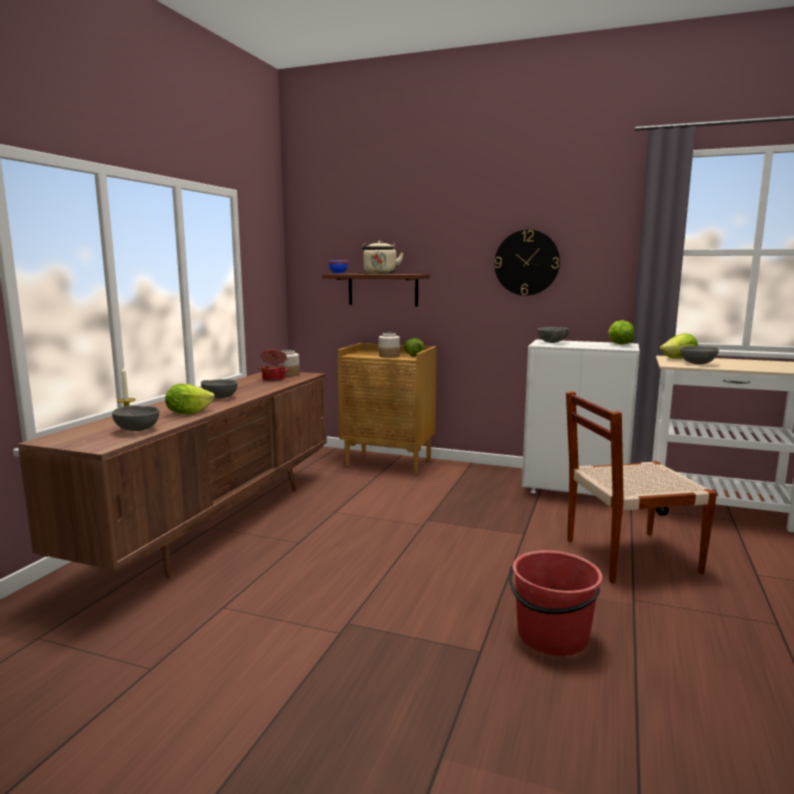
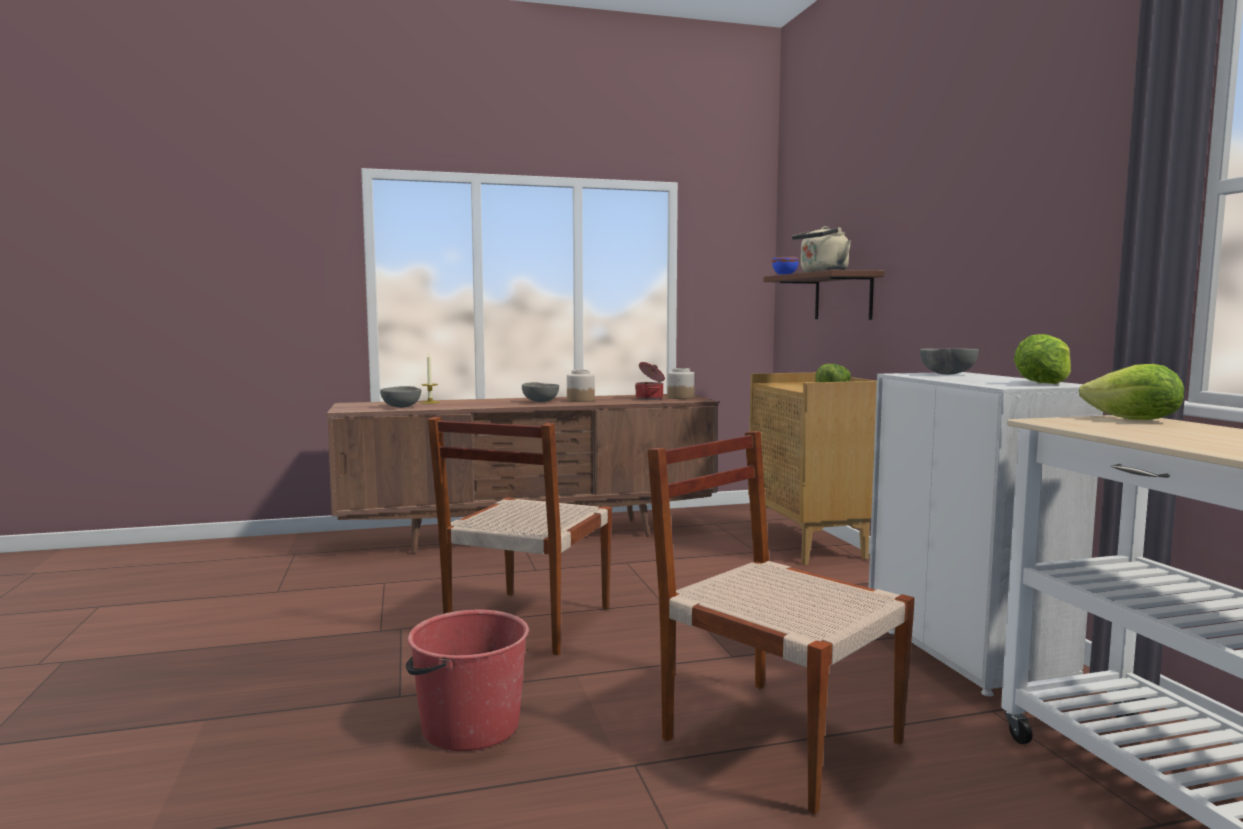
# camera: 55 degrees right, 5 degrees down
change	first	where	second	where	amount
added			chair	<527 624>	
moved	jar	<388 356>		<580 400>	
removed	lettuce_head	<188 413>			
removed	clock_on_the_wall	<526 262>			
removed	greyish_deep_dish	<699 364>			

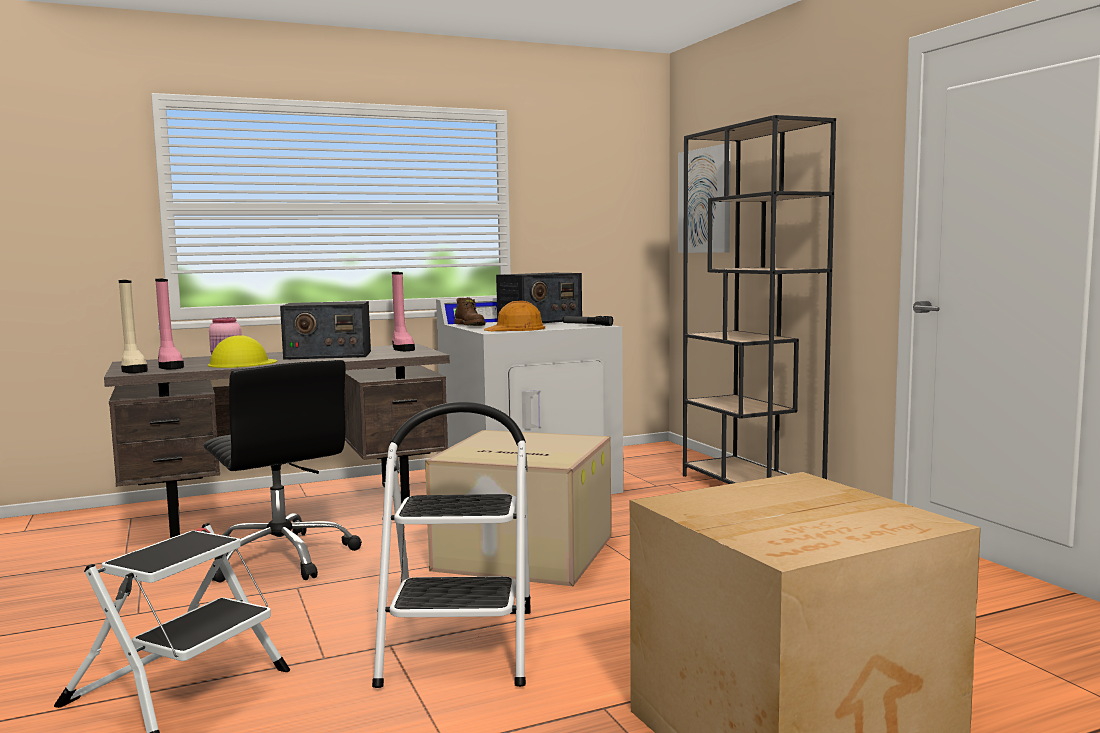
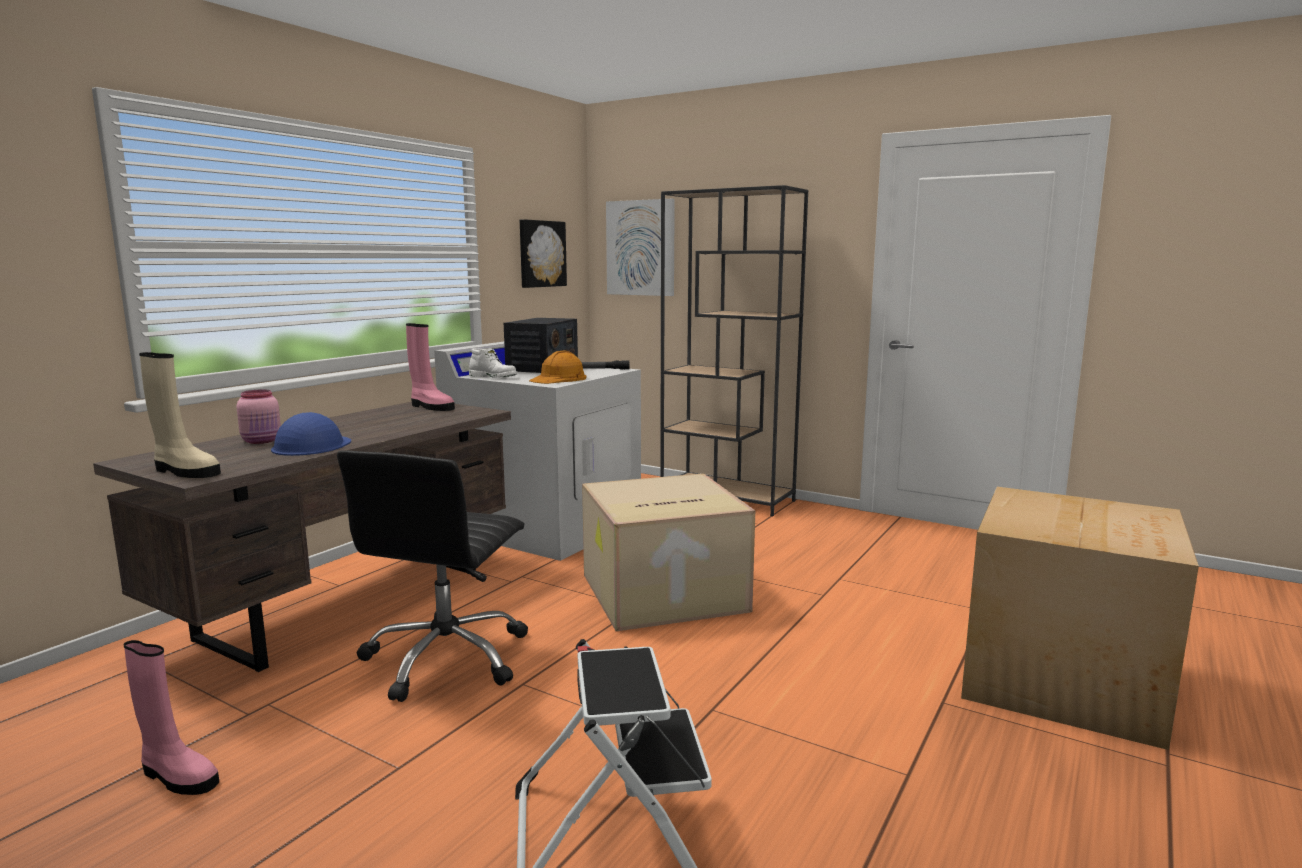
# camera: 35 degrees left, 5 degrees up
change	first	where	second	where	amount
moved	pink_boot	<169 366>		<177 777>	
recoloured	yellow-coloured_hard_hat	<242 363>	bluish_hard_hat	<311 446>	
turned	blackish_desk_chair	<282 558>		<446 658>	90 degrees clockwise
recoloured	brown_boot	<470 325>	whitish_boot	<494 377>	
added			picture	<541 254>	
removed	radio	<327 355>			
removed	step_stool	<461 644>			

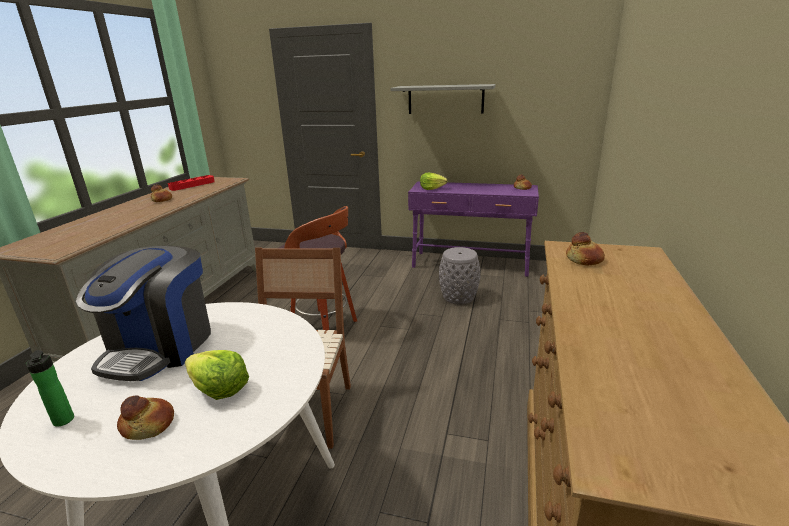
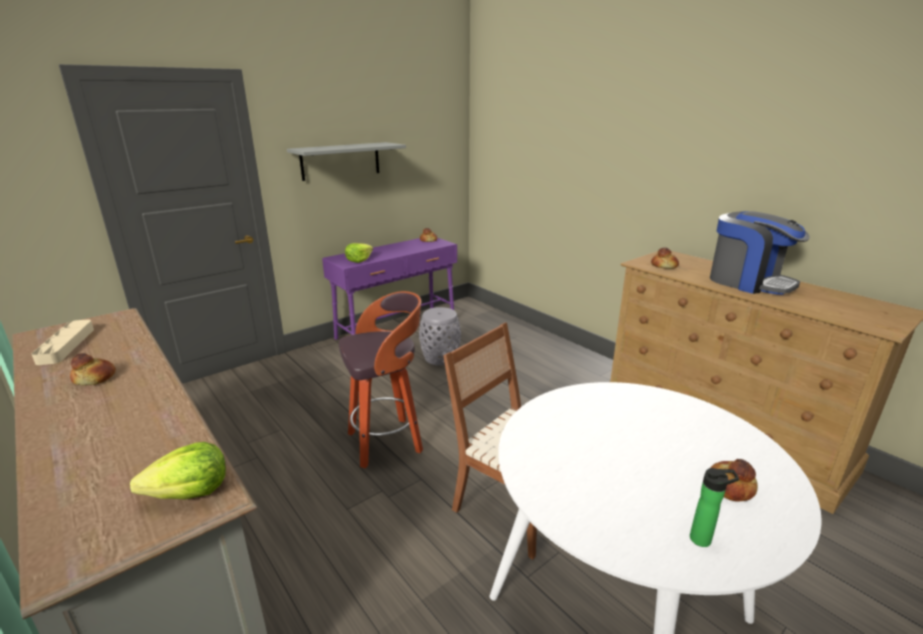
# camera: 55 degrees left, 0 degrees up
change	first	where	second	where	amount
recoloured	red-coloured_carrying_tray	<192 185>	beige-coloured_carrying_tray	<66 345>	
moved	lettuce_head	<219 389>		<190 492>	
moved	coffee_maker	<160 347>		<748 282>	

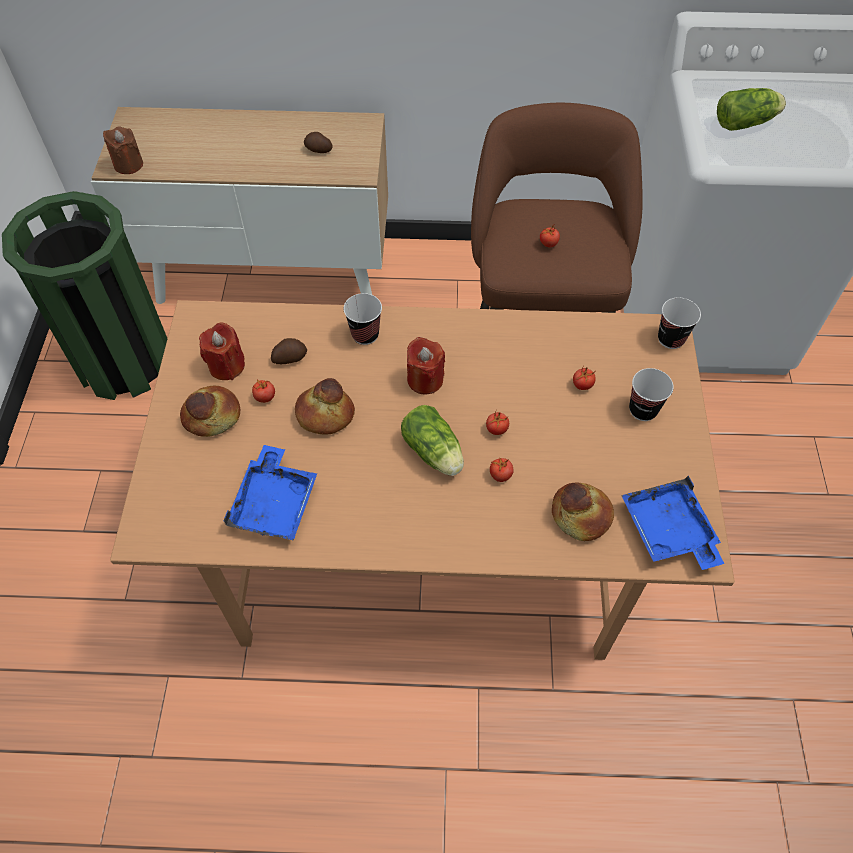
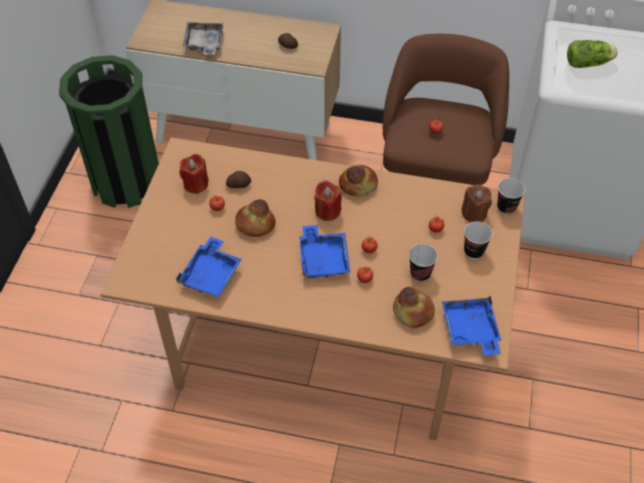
# camera: 10 degrees right, 5 degrees down
change	first	where	second	where	amount
added			greyish_carrying_tray	<204 44>	
replaced	lettuce_head	<434 453>	bluish_carrying_tray	<323 259>	
moved	bread	<212 417>		<358 185>	
moved	cup	<365 335>		<420 273>	
moved	brown_wax_light	<128 165>		<474 213>	

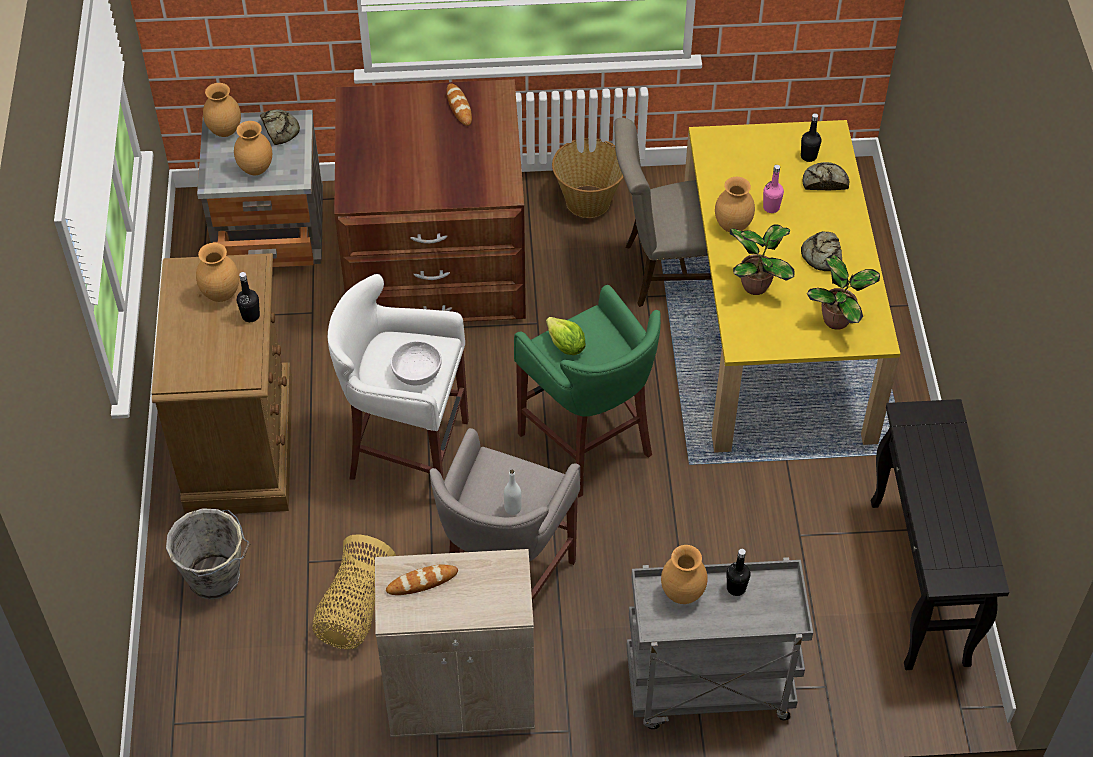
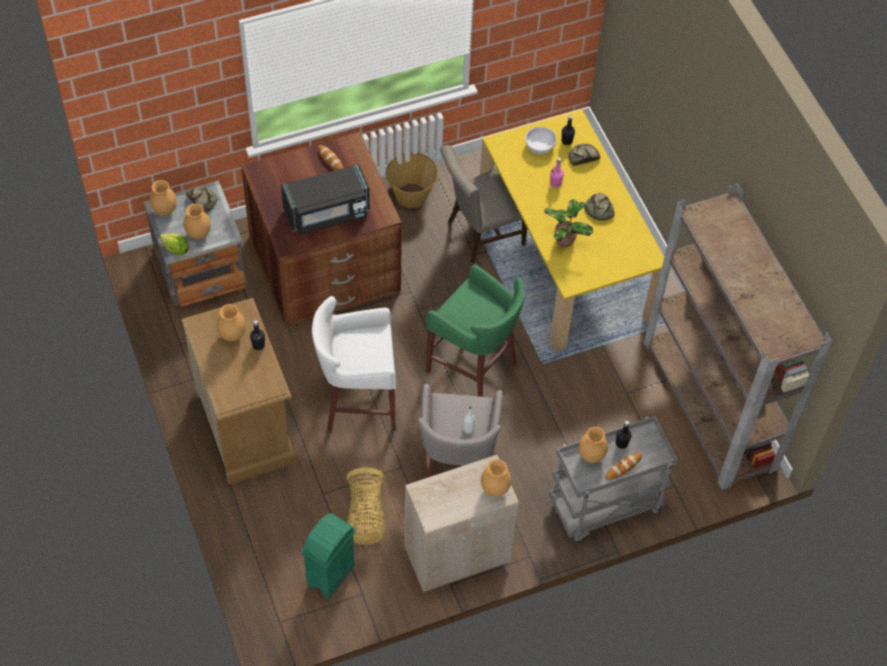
# camera: 20 degrees left, 5 degrees up
change	first	where	second	where	amount
moved	lettuce_head	<565 346>		<176 249>	
added			blackish_microwave	<327 212>	
added			green_trash_can	<330 576>	
moved	brown_flower_vase	<733 226>		<495 489>	
moved	whitish_deep_dish	<416 372>		<539 146>	
moved	bread	<422 582>		<623 467>	
replaced	blackish_hall_table	<919 583>	brown_bookcase	<709 405>	
removed	greyish_pail	<216 578>			
removed	houseplant	<838 320>			

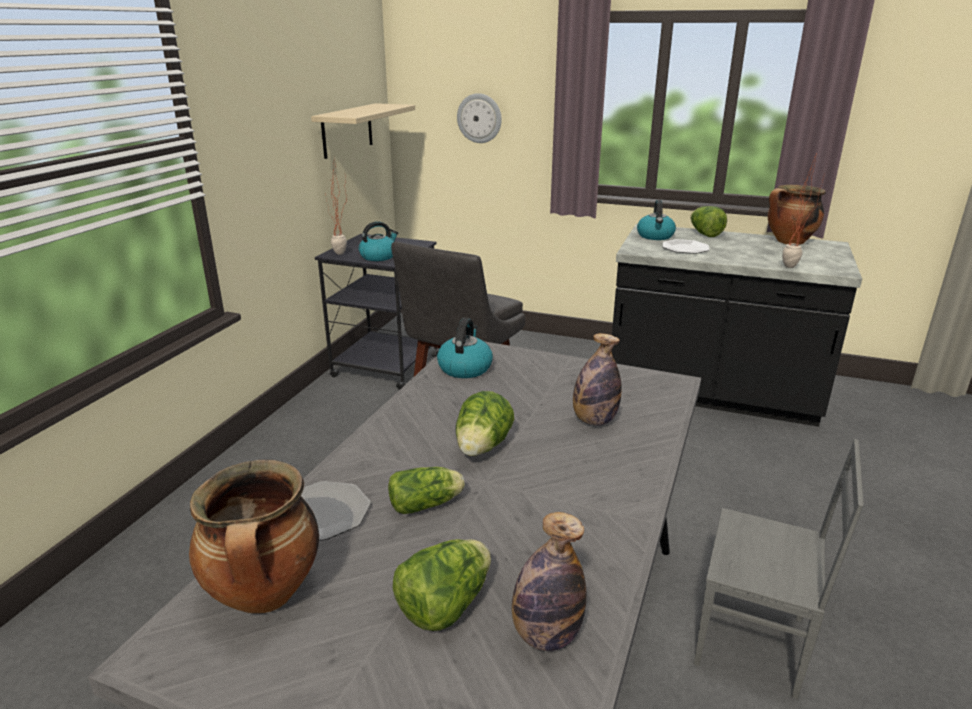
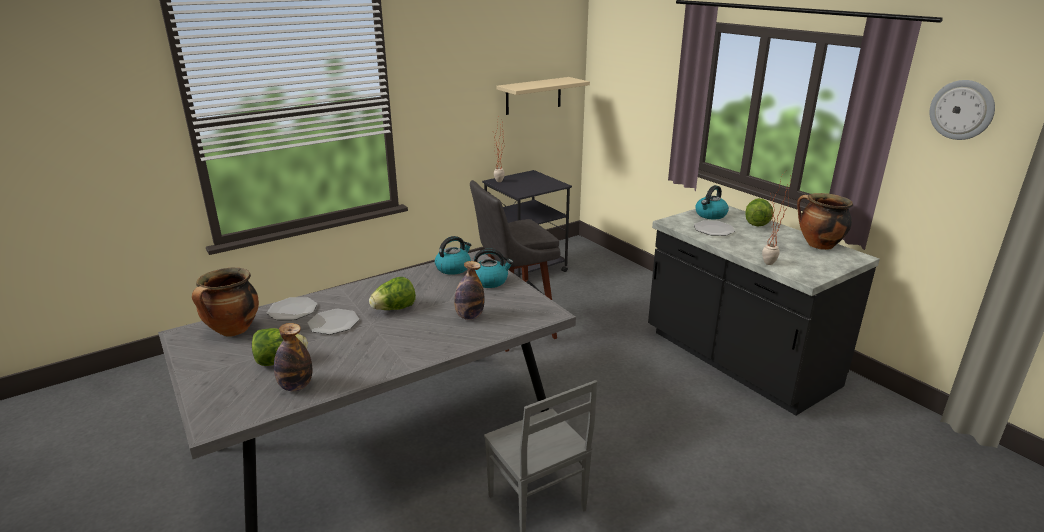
# camera: 35 degrees right, 0 degrees up
change	first	where	second	where	amount
replaced	lettuce_head	<428 504>	plate	<333 323>	
moved	water_kettle	<378 256>		<490 281>	
moved	clock_on_the_wall	<479 118>		<962 110>	

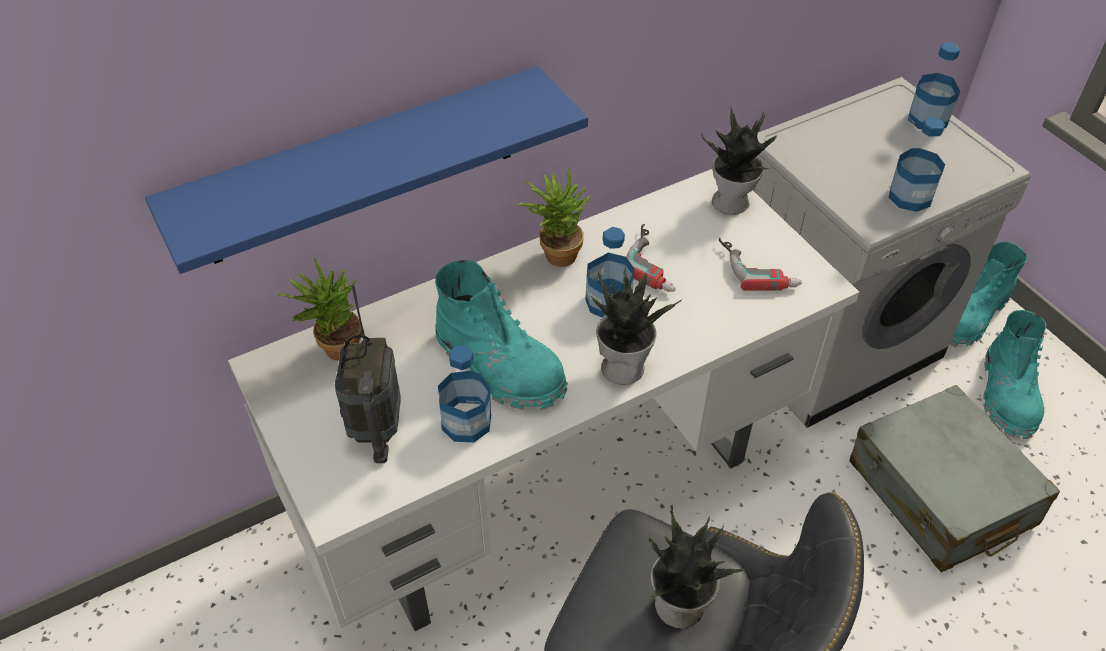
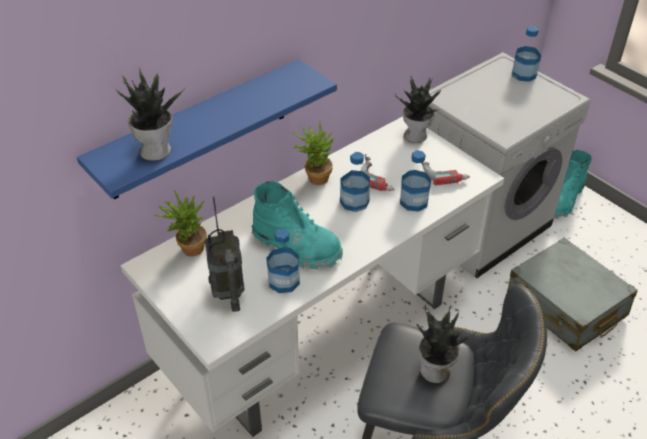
# camera: 10 degrees left, 5 degrees down
change	first	where	second	where	amount
moved	houseplant	<624 366>		<156 149>	
moved	bottle	<910 196>		<414 201>	
removed	blue-green_boot	<1007 395>			

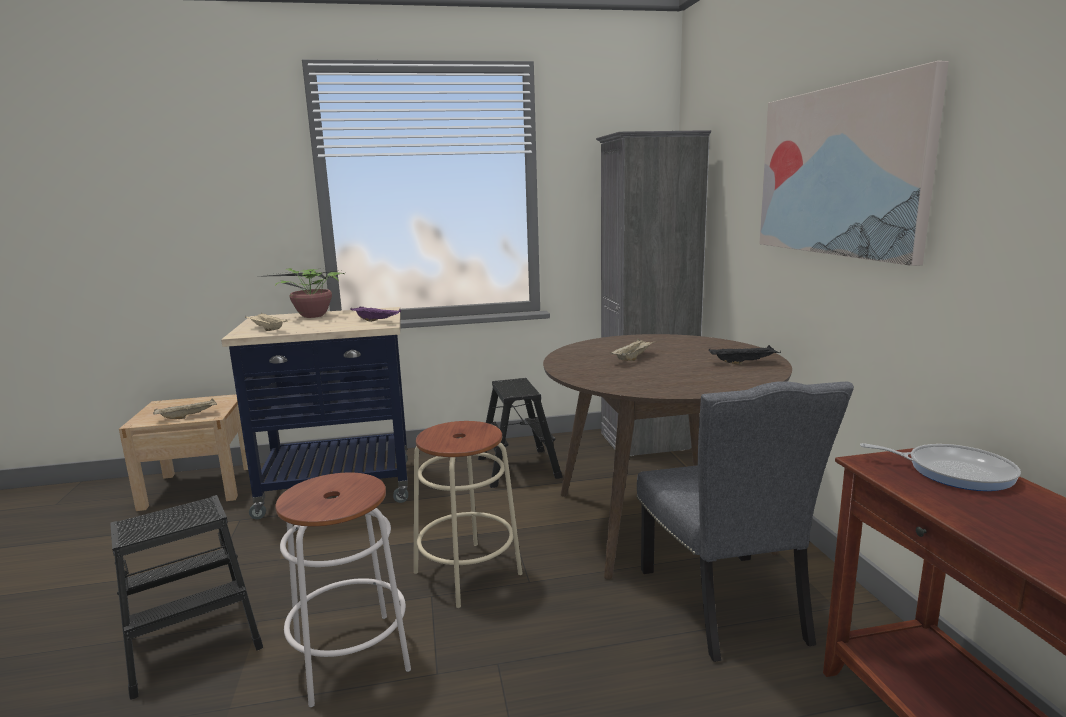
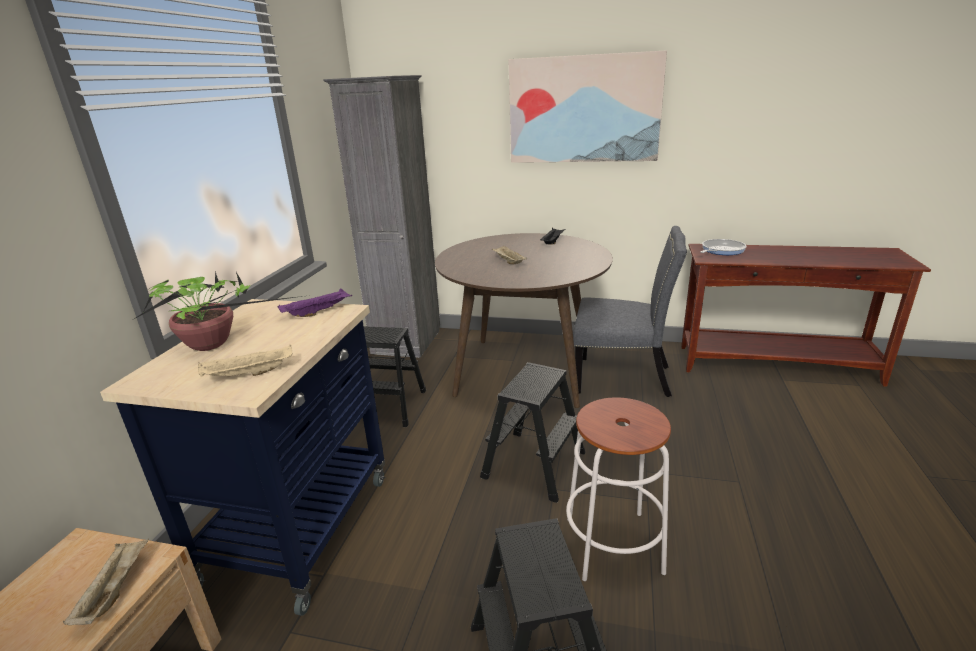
# camera: 65 degrees left, 10 degrees up
change	first	where	second	where	amount
replaced	beige-coloured_sitting_stool	<467 573>	blackish_step_stool	<533 464>	

